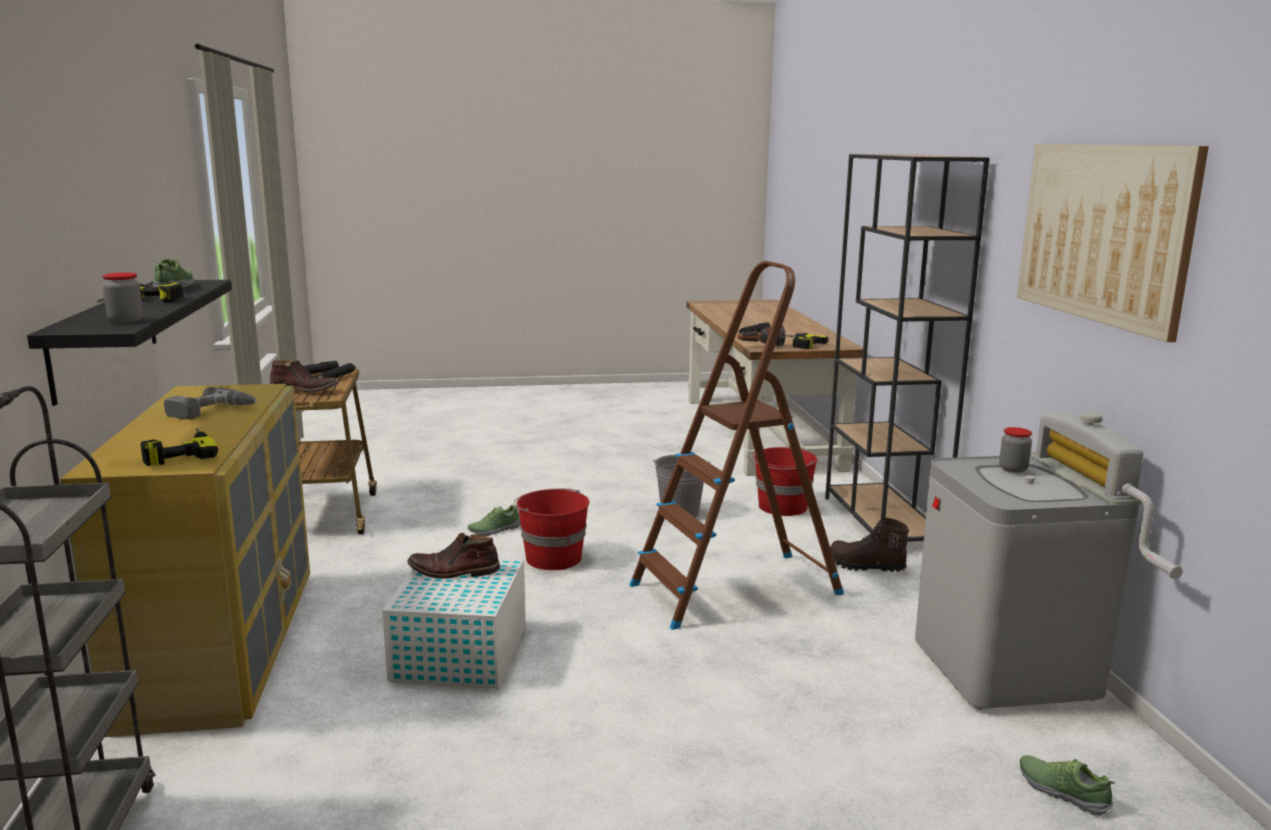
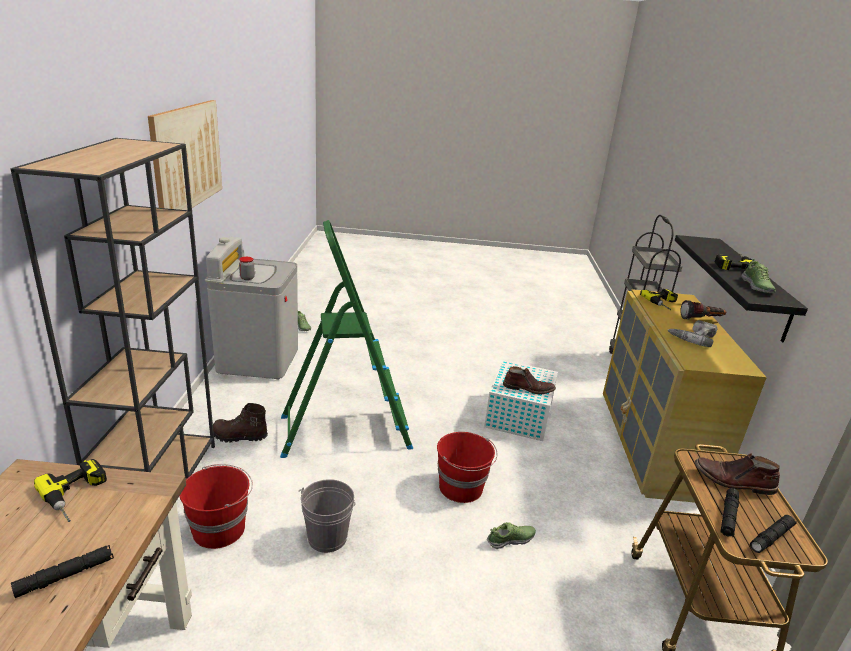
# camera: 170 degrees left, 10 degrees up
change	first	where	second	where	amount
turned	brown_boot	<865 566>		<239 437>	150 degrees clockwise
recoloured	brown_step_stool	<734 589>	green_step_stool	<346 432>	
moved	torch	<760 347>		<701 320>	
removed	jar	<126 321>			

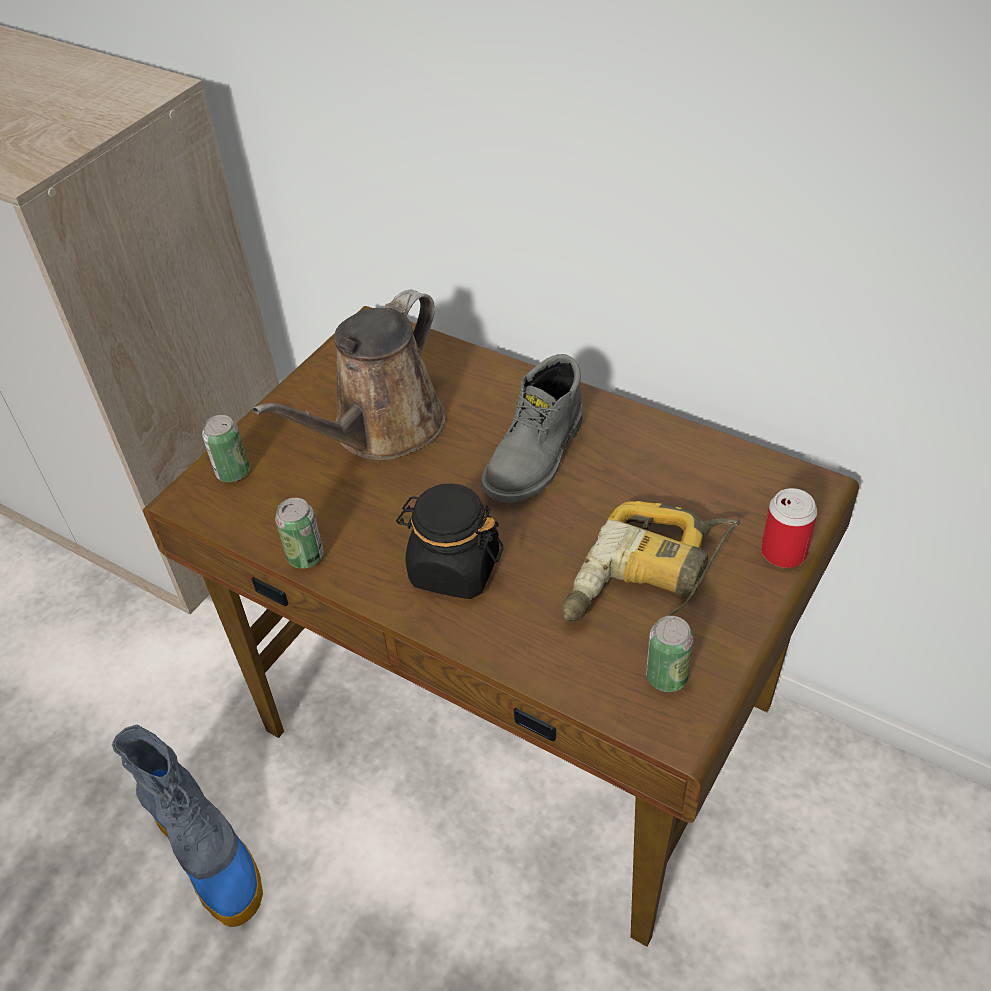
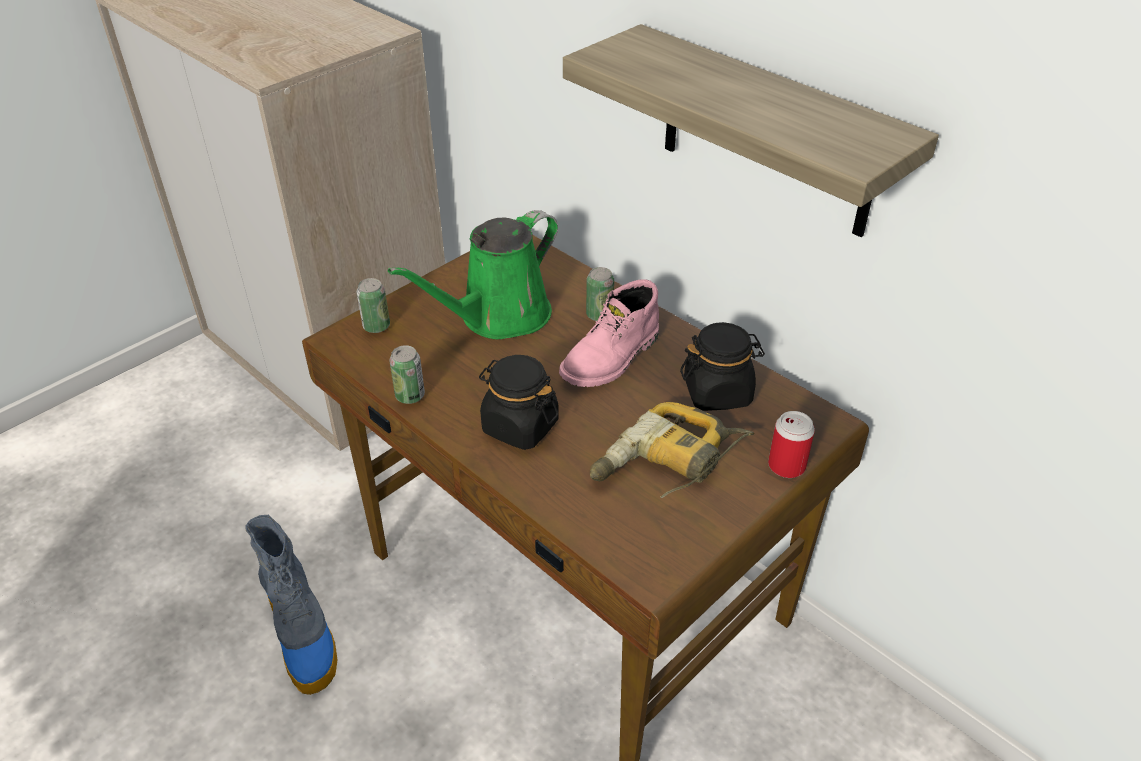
# camera: 10 degrees right, 5 degrees down
change	first	where	second	where	amount
recoloured	brown_watering_can	<381 430>	green_watering_can	<498 317>	
recoloured	greyish_boot	<537 458>	pink_boot	<612 359>	
added			wall_shelf	<767 133>	
moved	metal_can	<667 677>		<599 315>	
added			blackish_jar	<718 392>	

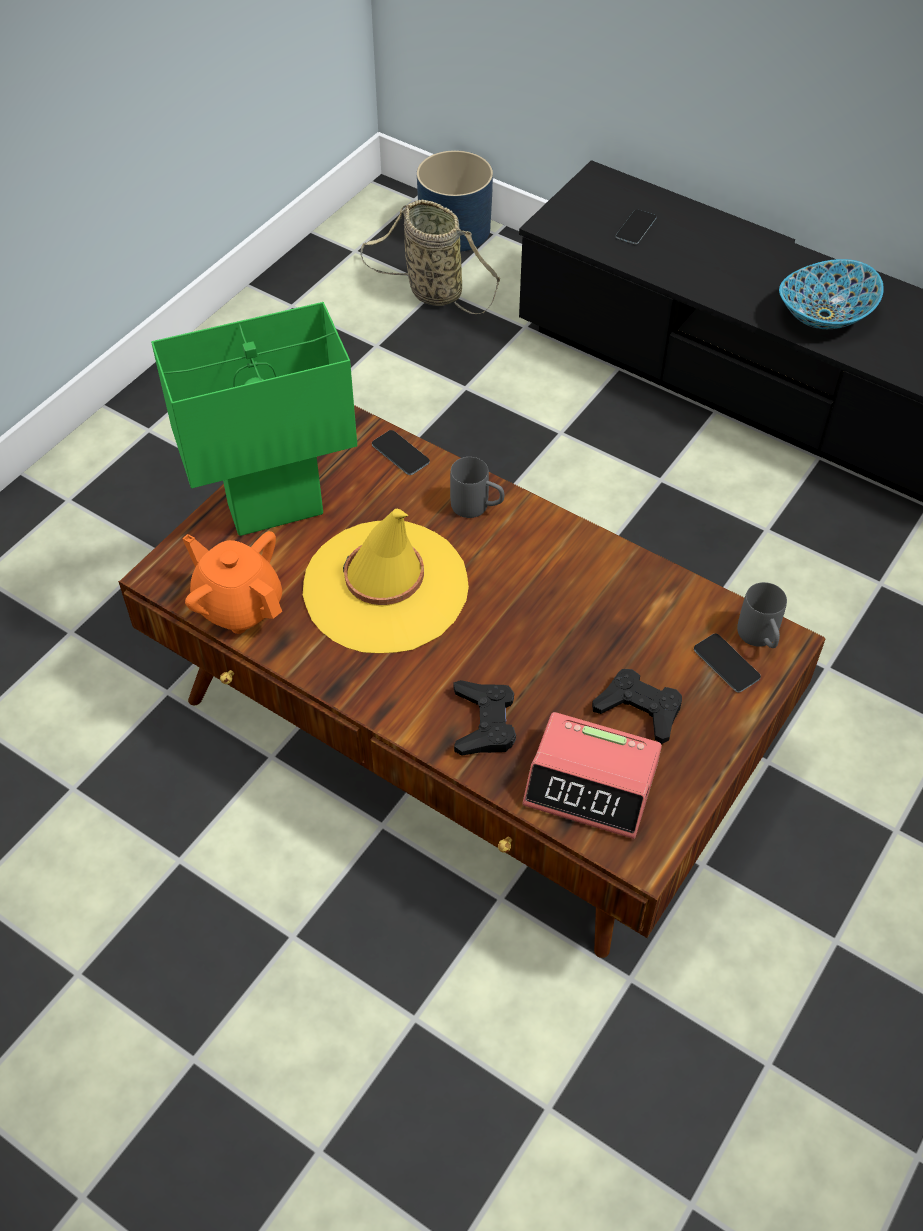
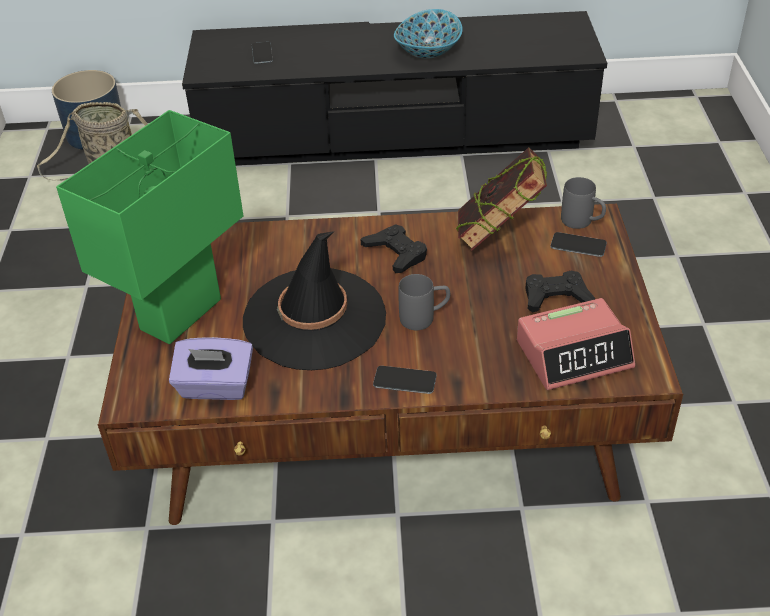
# camera: 35 degrees left, 10 degrees down
change	first	where	second	where	amount
replaced	orangey_pot_for_tea	<239 605>	purplish_tissue_holder	<215 387>	
recoloured	yellow-coloured_clothing_hat	<385 587>	blackish_clothing_hat	<315 319>	
moved	blackish_gamepad	<484 722>		<396 253>	
moved	phone	<400 453>		<405 380>	
moved	greyish_mug	<477 507>		<424 318>	
added			bound_book	<498 237>	

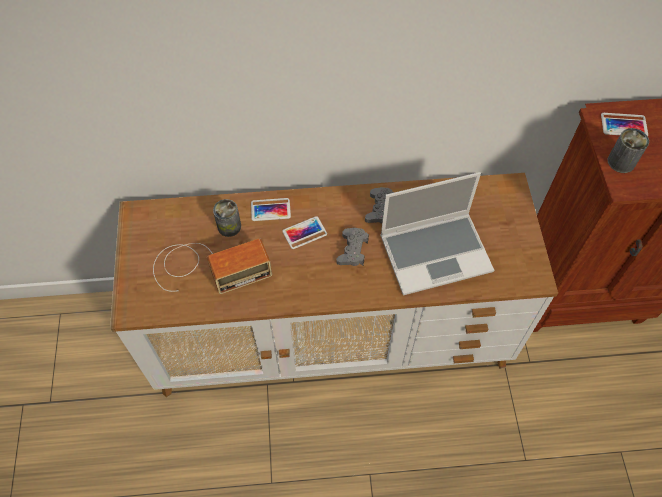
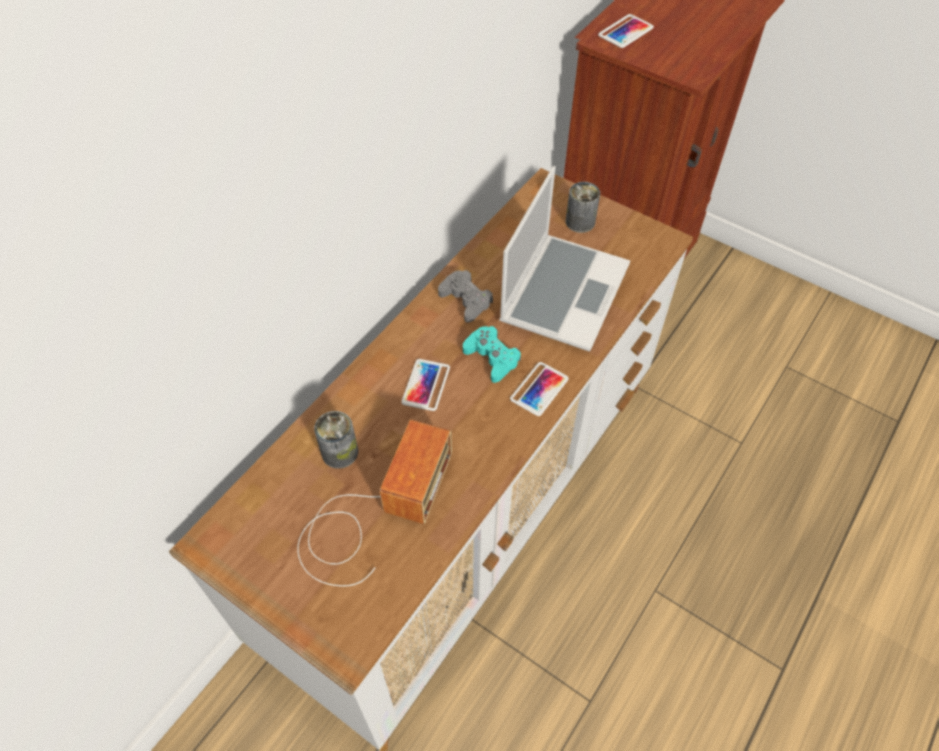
# camera: 50 degrees left, 5 degrees down
change	first	where	second	where	amount
recoloured	greyish_gamepad	<352 250>	blue-green_gamepad	<492 357>	
moved	phone	<270 210>		<539 389>	
moved	metal_can	<621 162>		<580 222>	

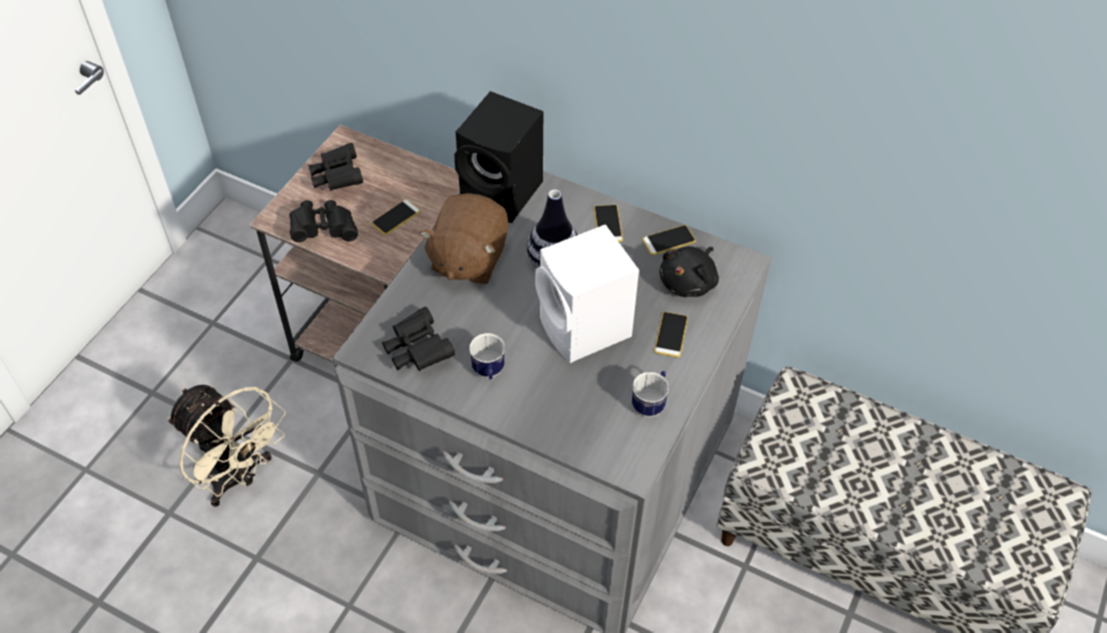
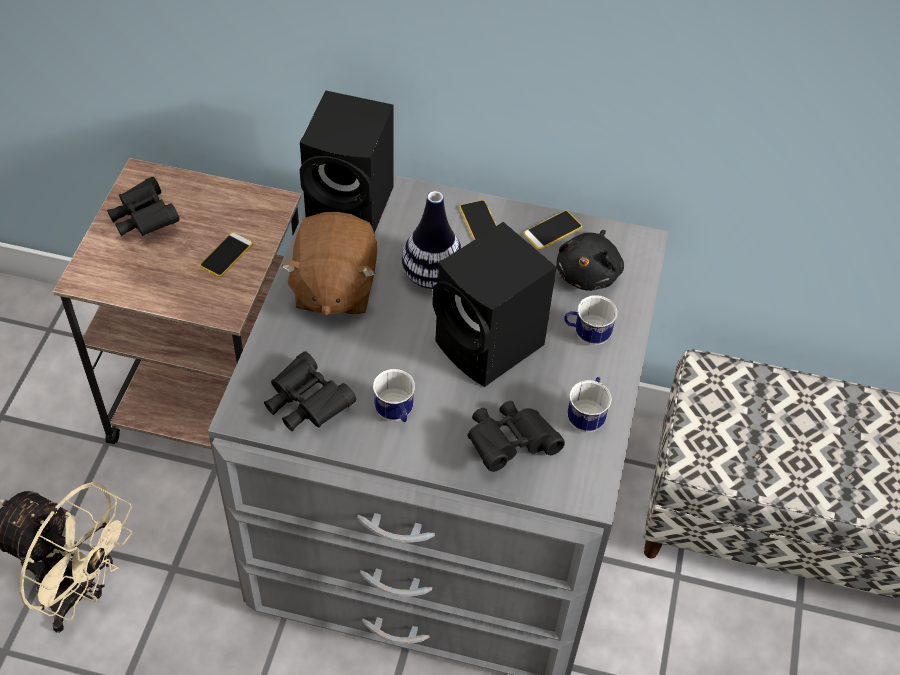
# camera: 15 degrees left, 0 degrees up
change	first	where	second	where	amount
recoloured	whitish_audio_speaker	<585 330>	blackish_audio_speaker	<491 346>	
moved	blackish_pair_of_binoculars	<324 230>		<510 444>	
replaced	phone	<671 335>	mug	<586 335>	

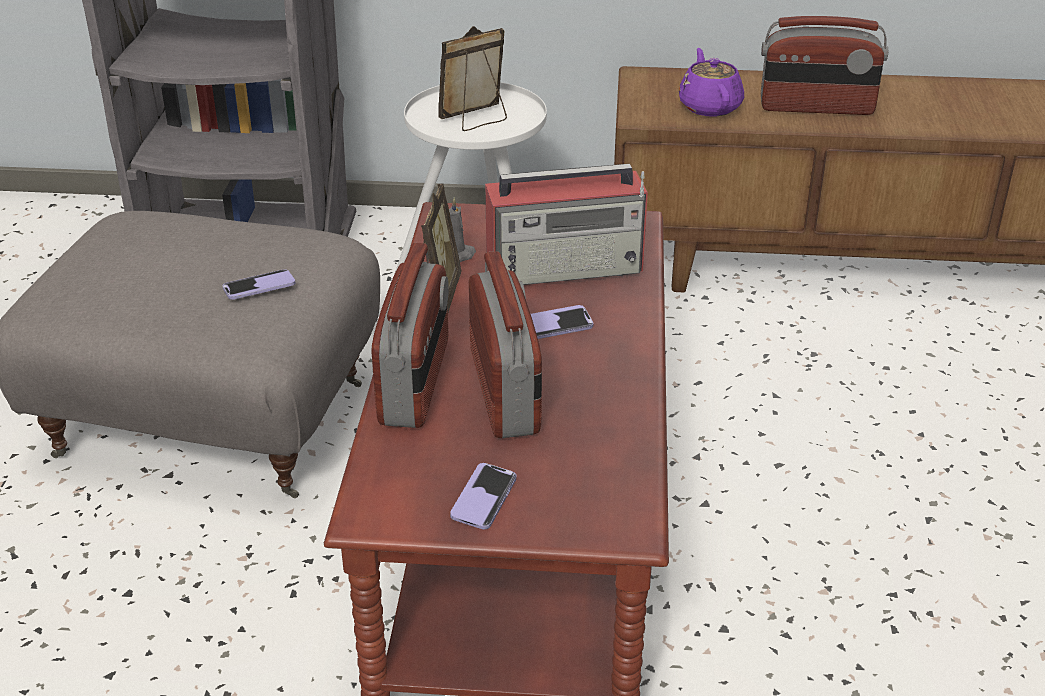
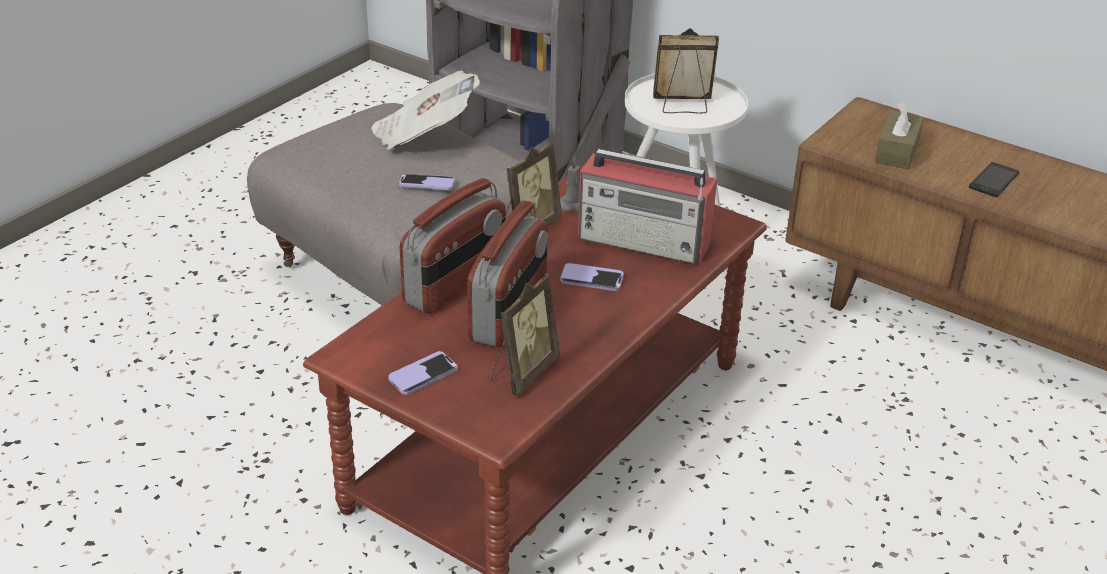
# camera: 30 degrees right, 0 degrees up
change	first	where	second	where	amount
added			printed_paper	<424 135>	
added			standing_frame	<522 372>	
replaced	purplish_pot_for_tea	<709 106>	brown_tissue_holder	<897 151>	
replaced	radio	<816 108>	phone	<994 180>	

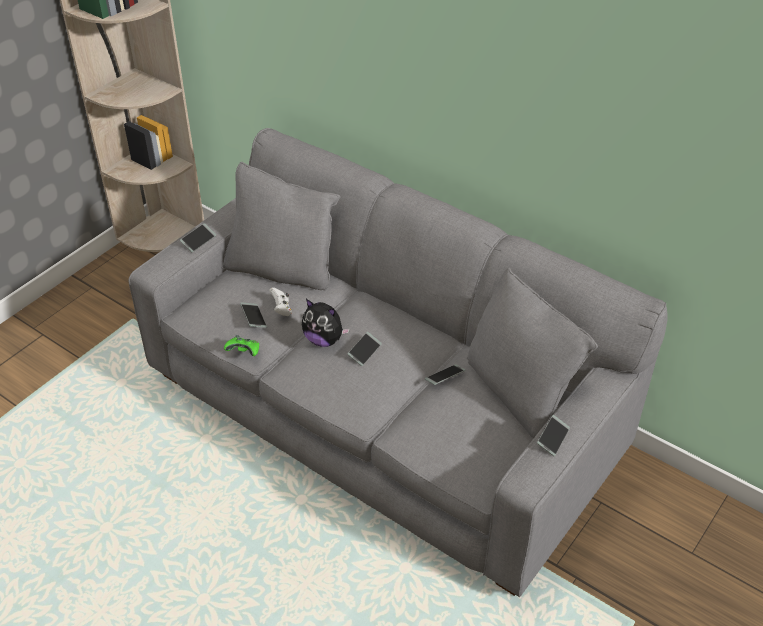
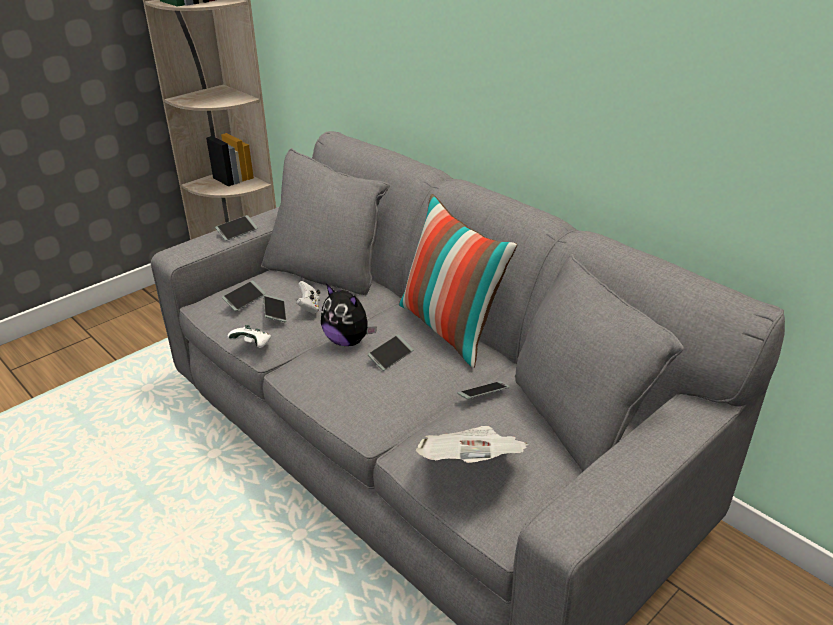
# camera: 10 degrees right, 10 degrees down
change	first	where	second	where	amount
moved	phone	<553 438>		<244 299>	
recoloured	green_gamepad	<244 352>	whitish_gamepad	<253 345>	
added			cushion	<450 329>	
added			printed_paper	<471 465>	

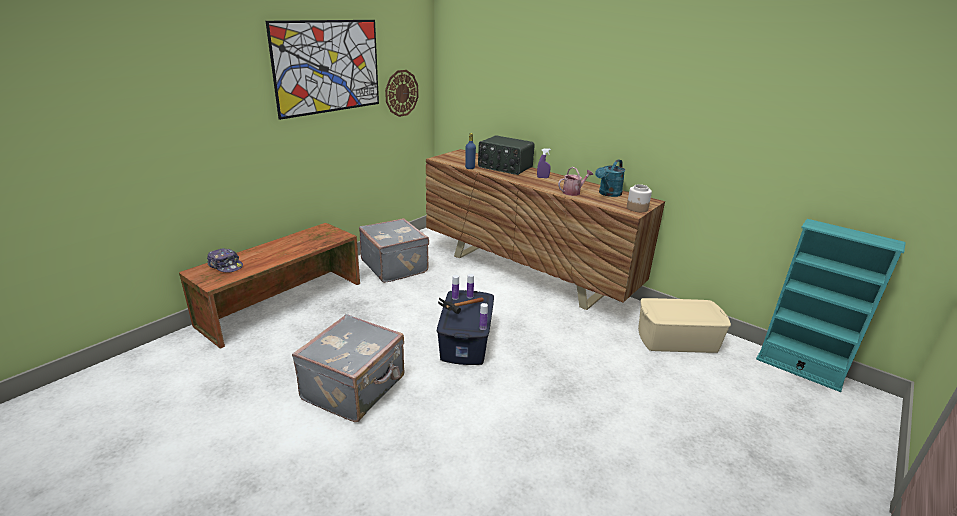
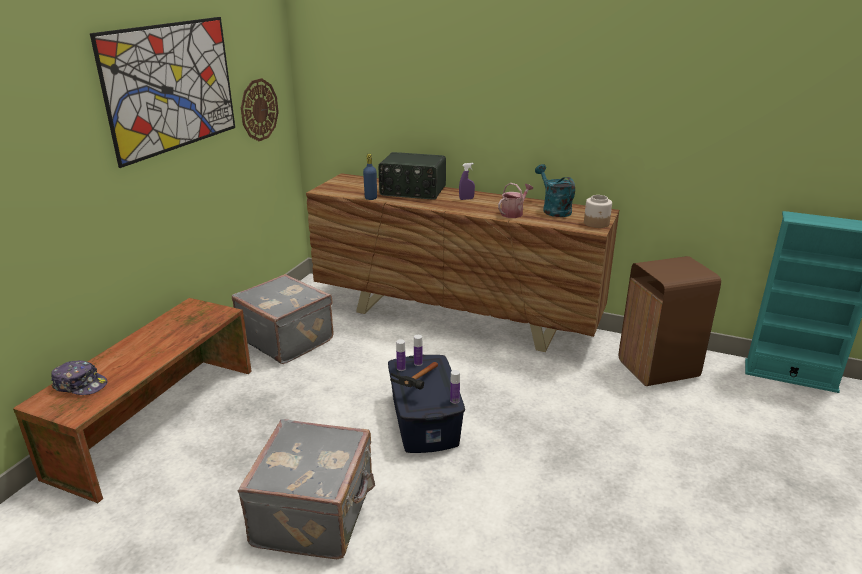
# camera: 15 degrees left, 0 degrees up
change	first	where	second	where	amount
turned	blue-green_watering_can	<608 194>		<553 210>	135 degrees clockwise
replaced	beige-coloured_storage_box	<676 339>	brown_trash_can	<657 368>	

